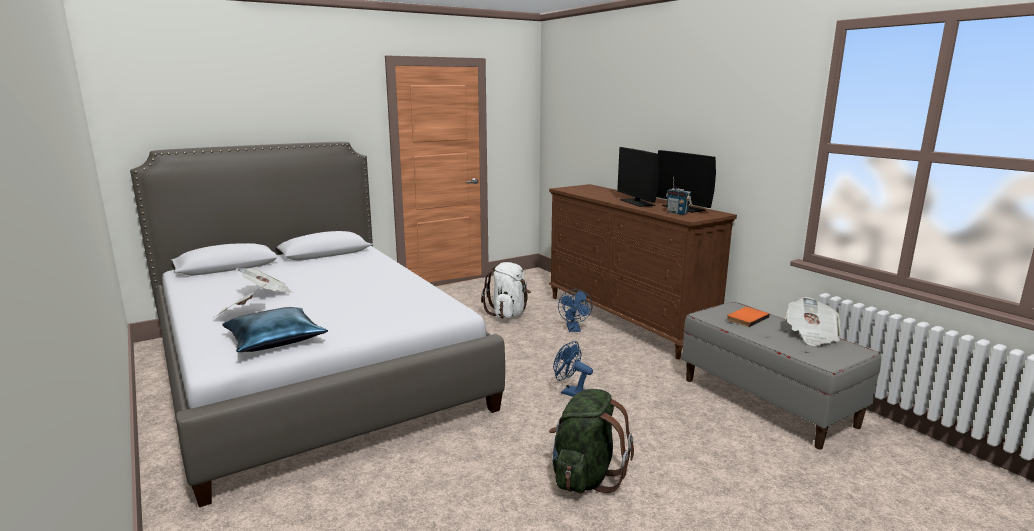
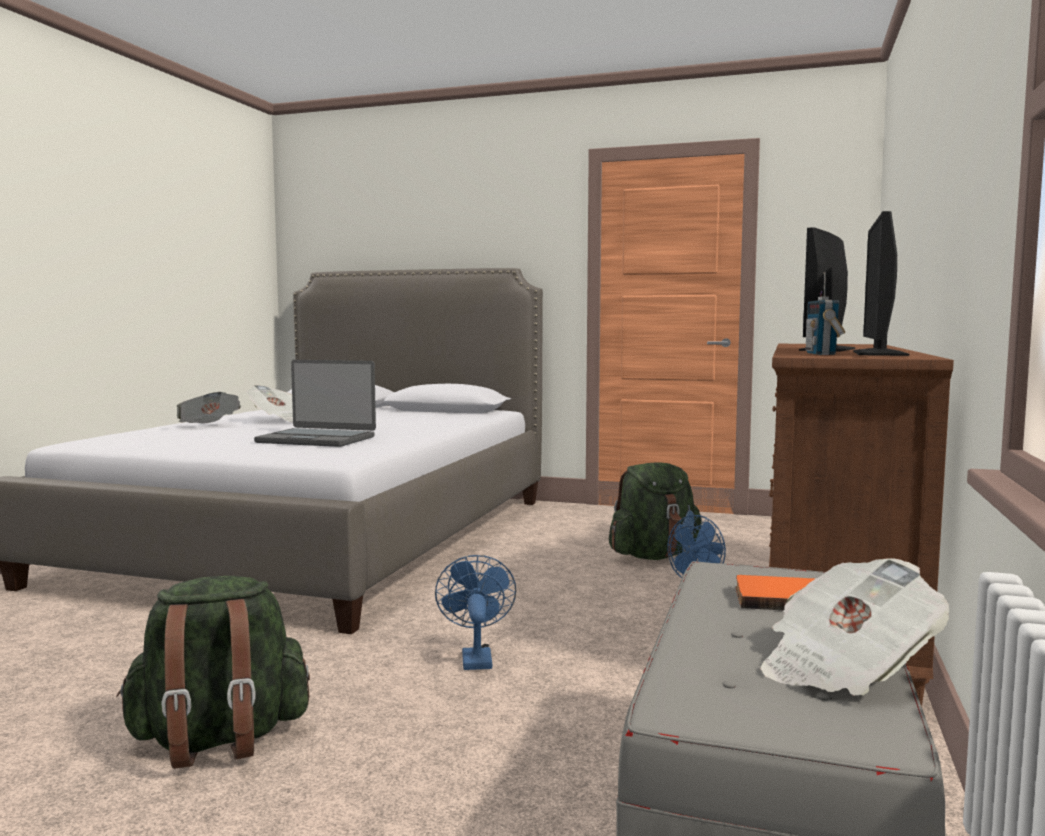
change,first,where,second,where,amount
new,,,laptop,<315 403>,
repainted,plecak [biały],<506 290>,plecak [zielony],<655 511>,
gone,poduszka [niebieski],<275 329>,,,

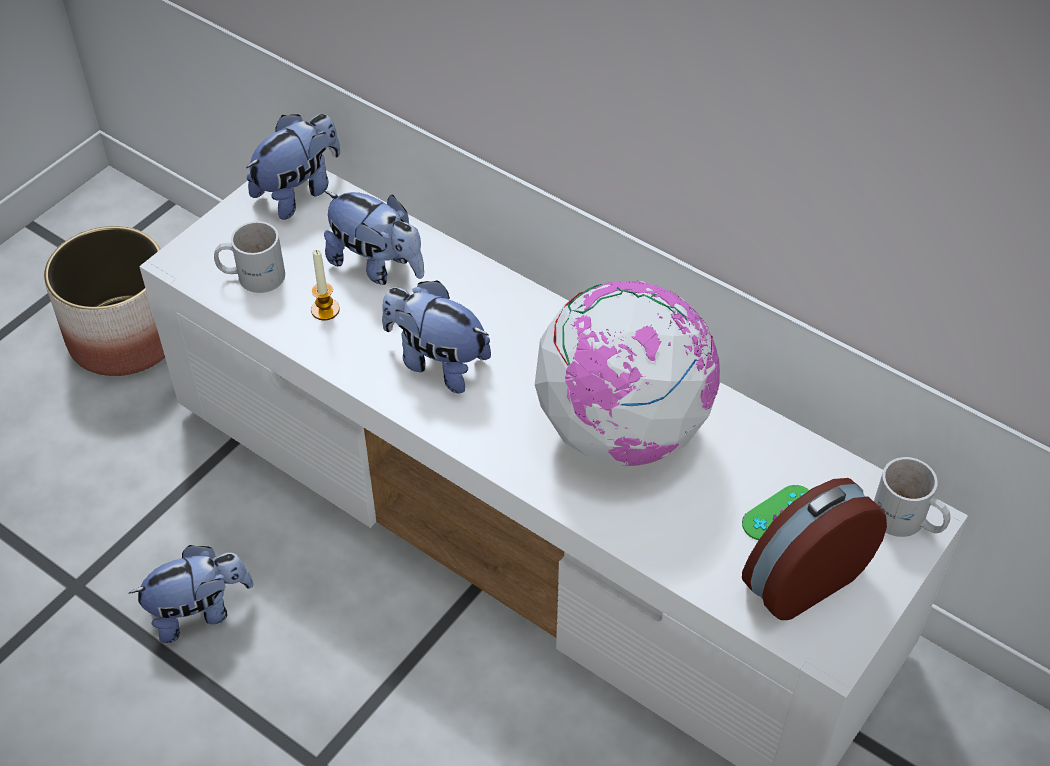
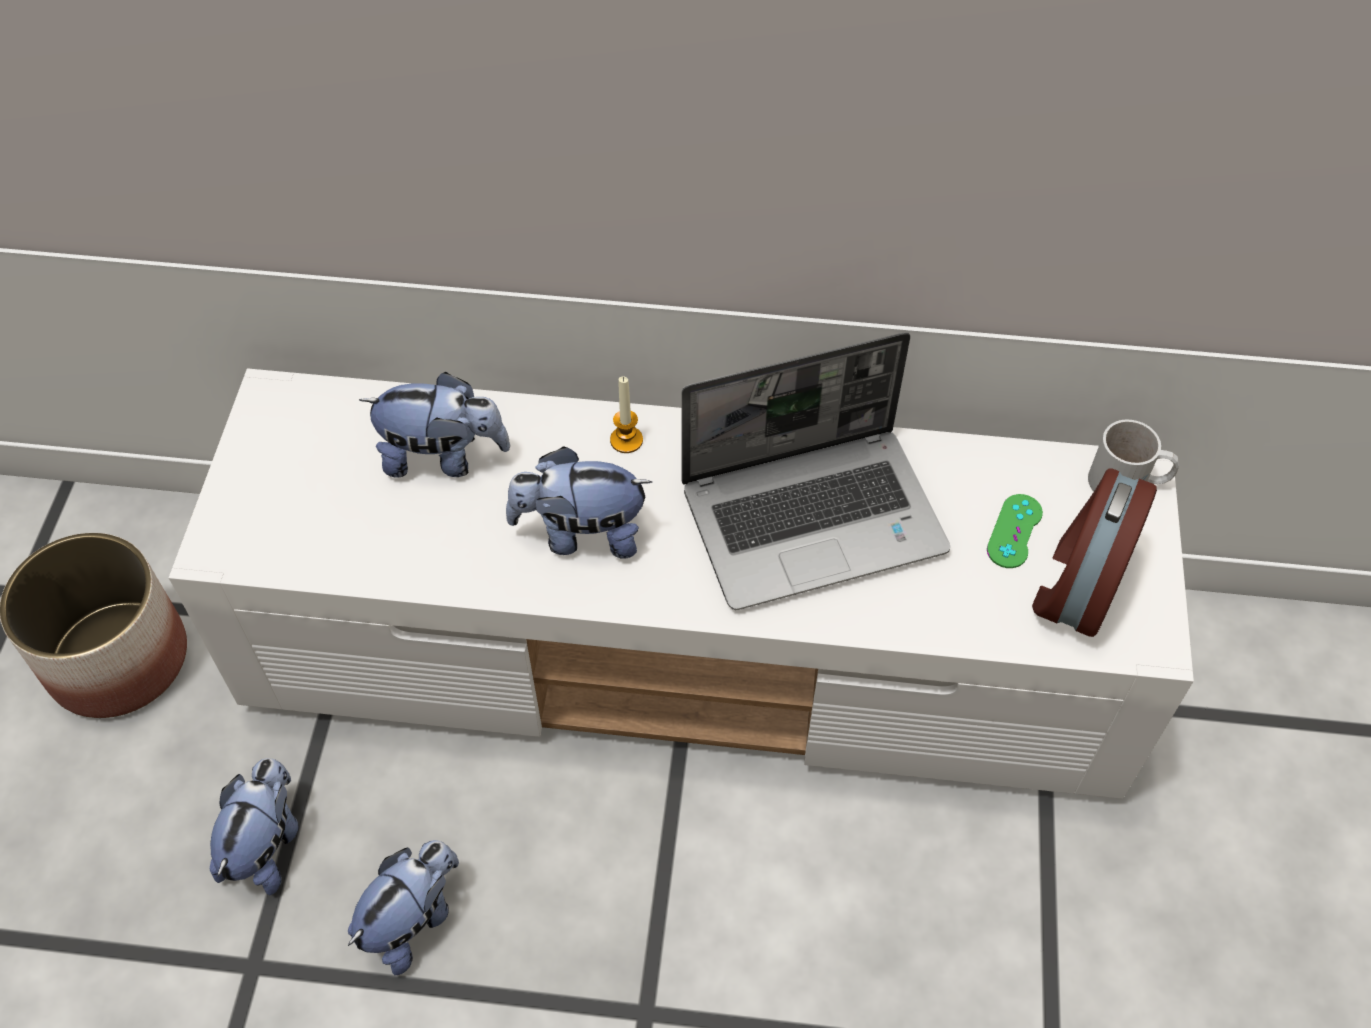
change,first,where,second,where,amount
shifted,pluszak,<293 167>,,<254 827>,
shifted,świeca,<325 285>,,<626 414>,
swapped,globus,<627 373>,laptop,<816 471>,
gone,kubek [biały],<249 257>,,,

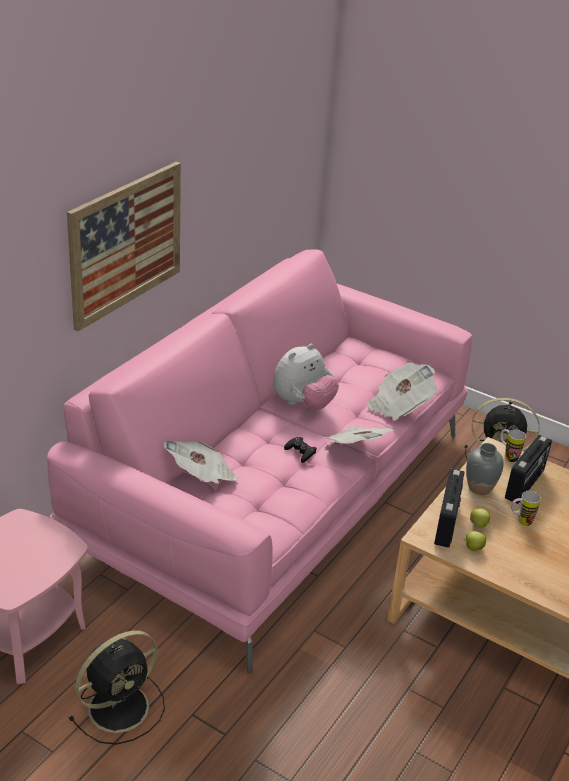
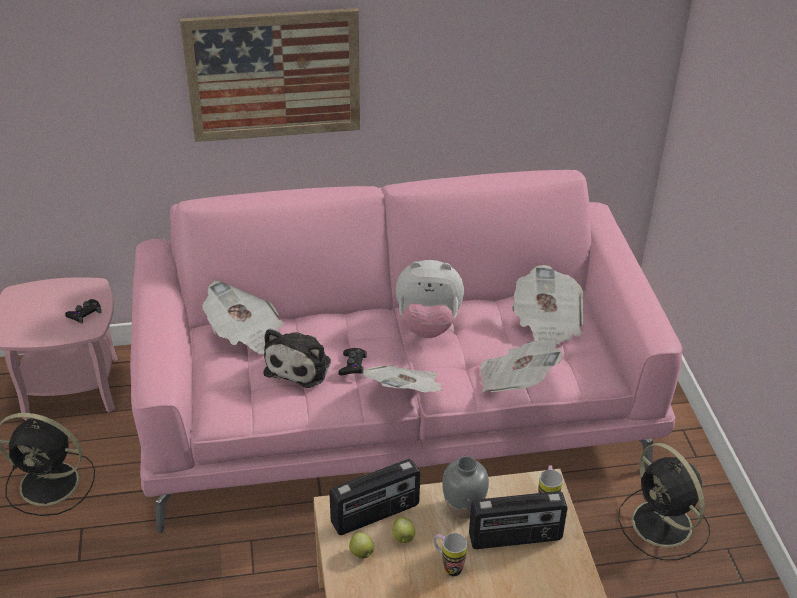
change,first,where,second,where,amount
new,,,pad do gier [czarny],<83 311>,
new,,,pluszak,<297 358>,
new,,,gazeta,<548 305>,

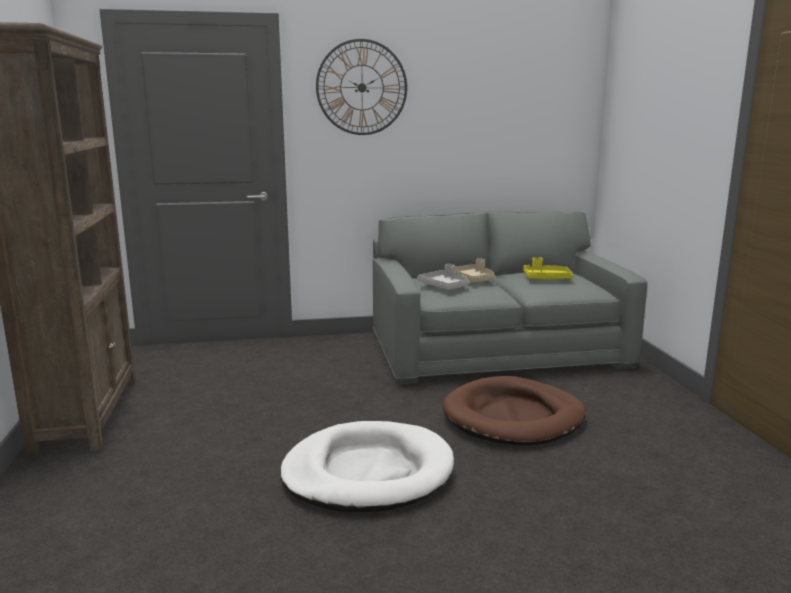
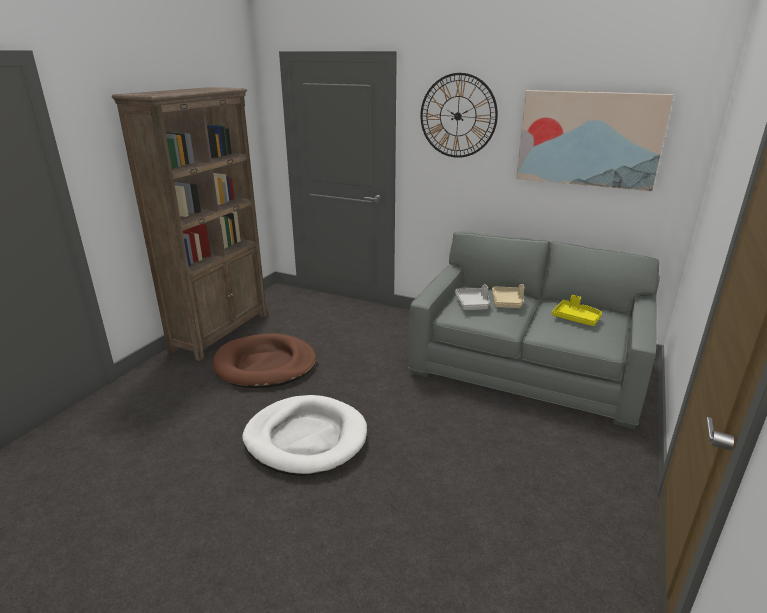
change,first,where,second,where,amount
shifted,legowisko [brązowy],<514 410>,,<265 360>,
new,,,obraz,<595 140>,

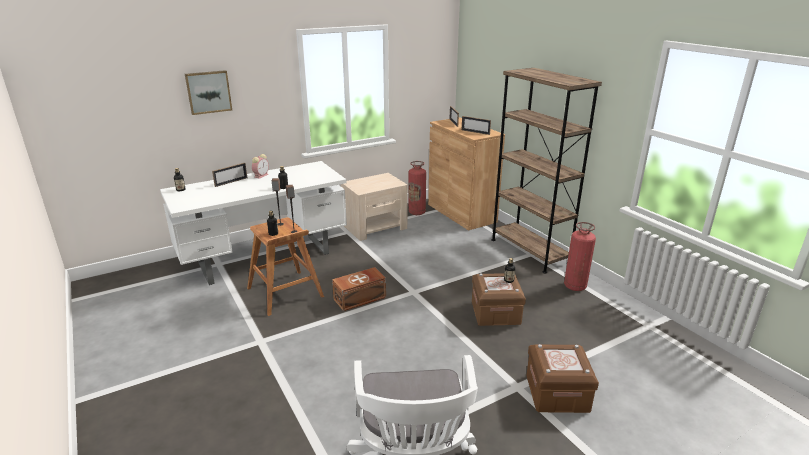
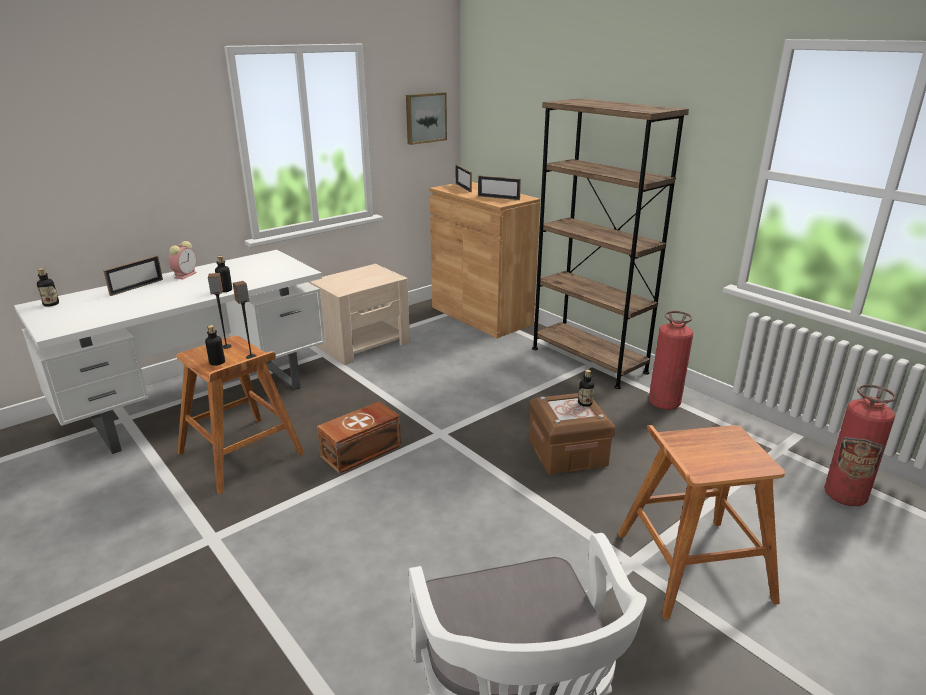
change,first,where,second,where,amount
shifted,obraz,<208 92>,,<426 118>,
swapped,pojemnik do przechowywania [brązowy],<562 378>,stołek [brązowy],<701 522>,
shifted,gaśnica,<417 188>,,<860 445>,

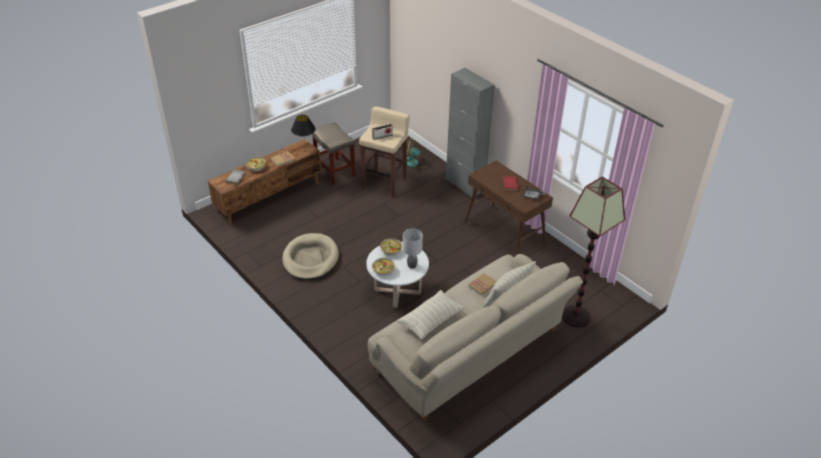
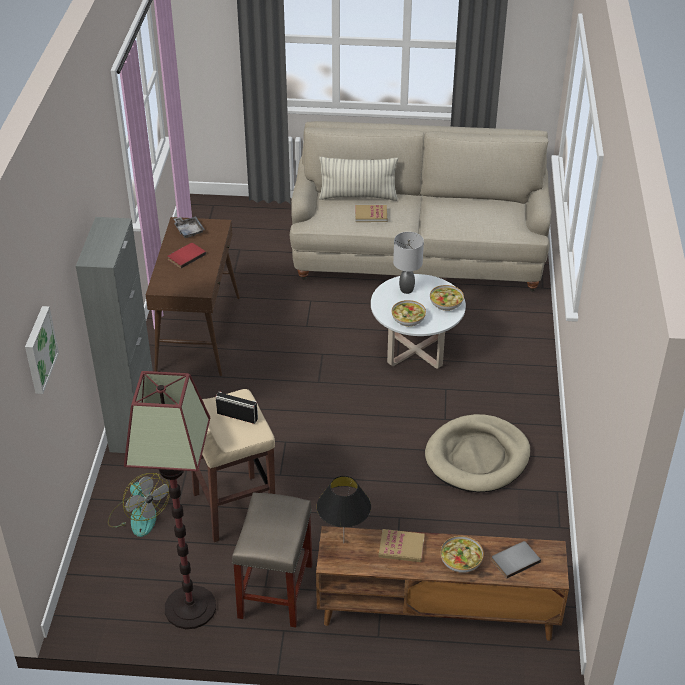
change,first,where,second,where,amount
new,,,obraz,<42 350>,
shifted,lampa stojąca,<593 252>,,<170 500>,
gone,poduszka,<431 315>,,,

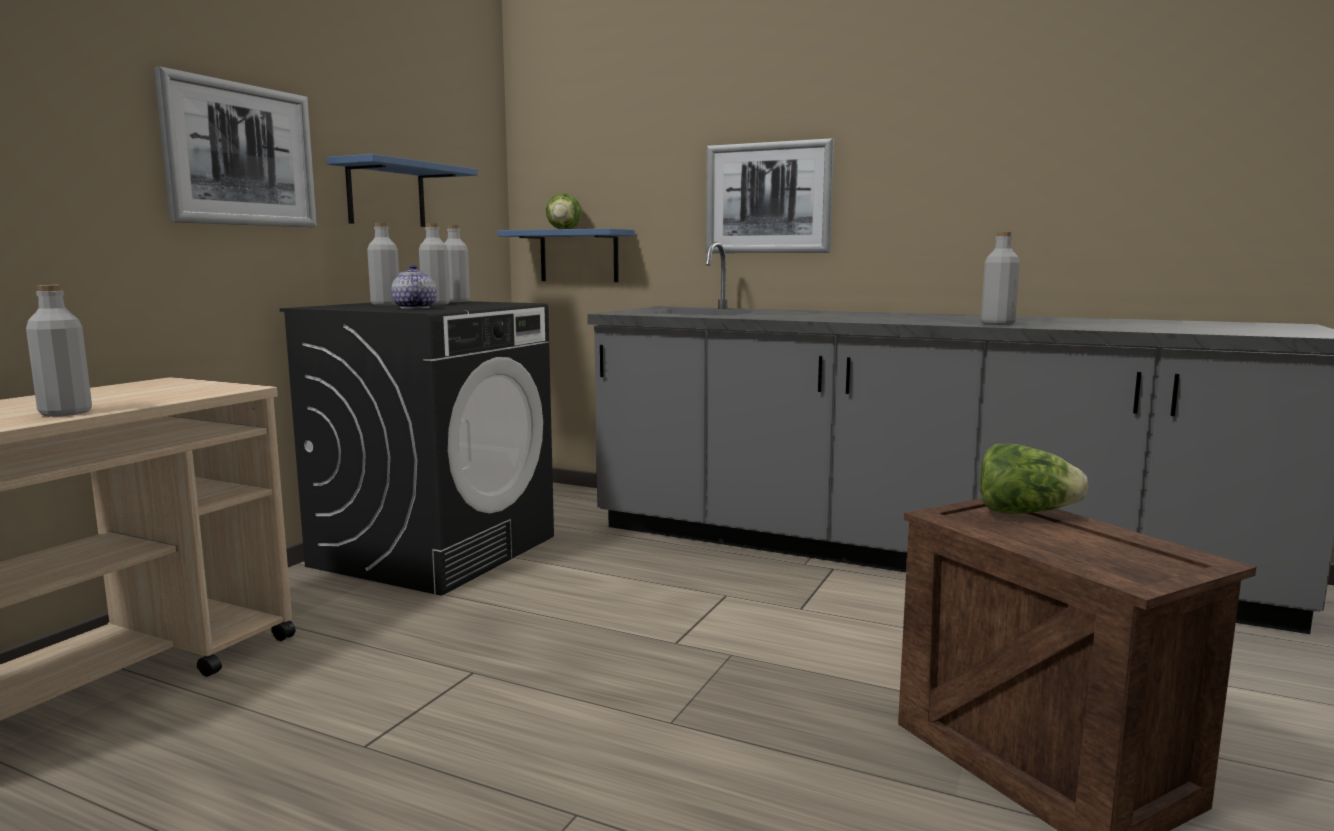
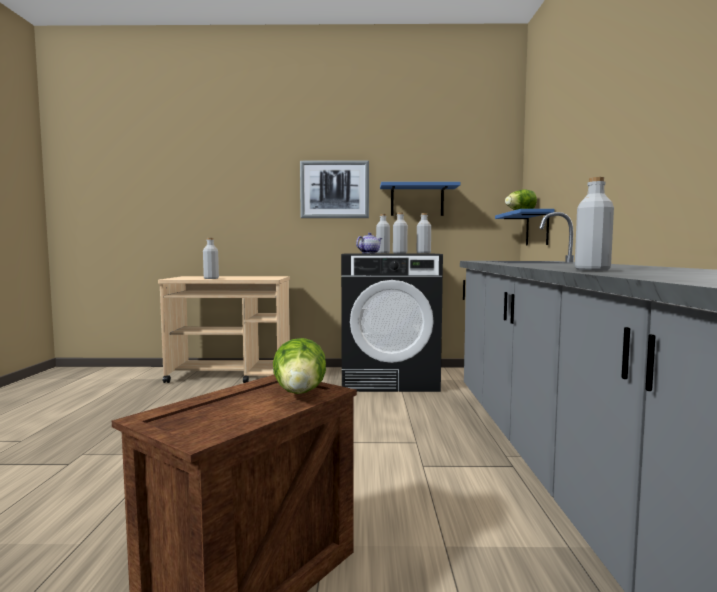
change,first,where,second,where,amount
gone,obraz,<770 195>,,,

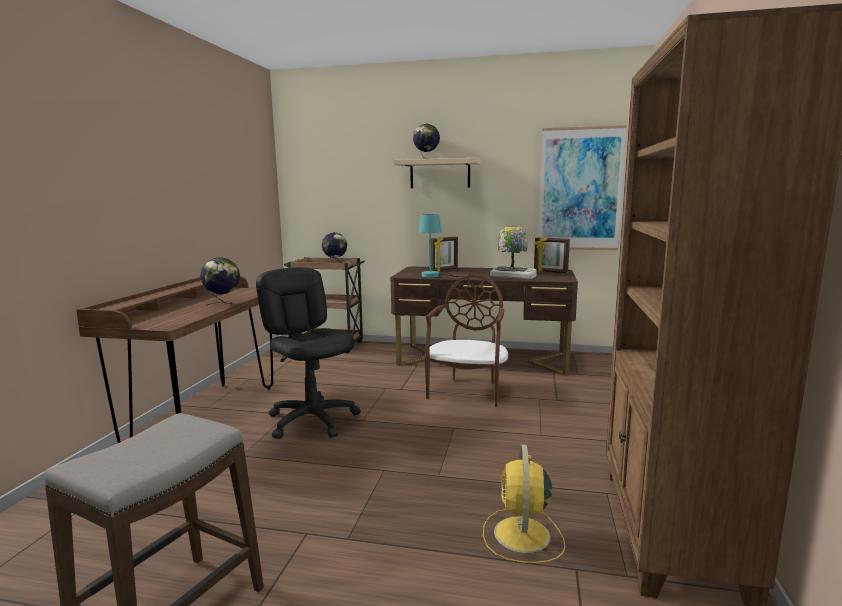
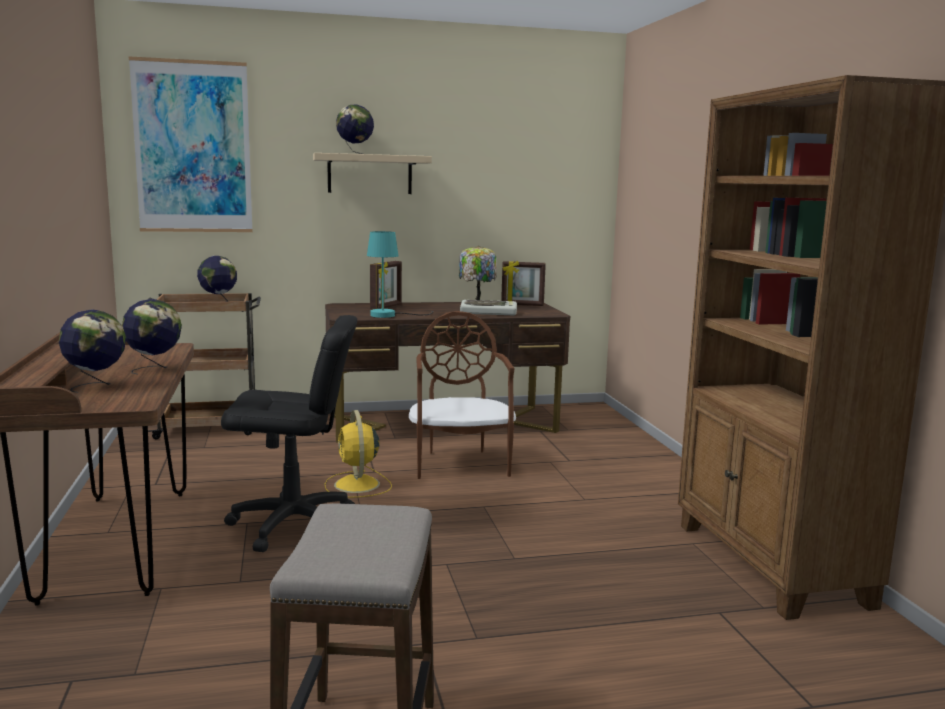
change,first,where,second,where,amount
new,,,globus,<92 351>,
shifted,obraz,<583 187>,,<190 144>,
rotated,krzesło biurowe [czarny],<308 353>,,<289 433>,150 degrees clockwise
shifted,wentylator [żółty],<524 503>,,<358 454>,

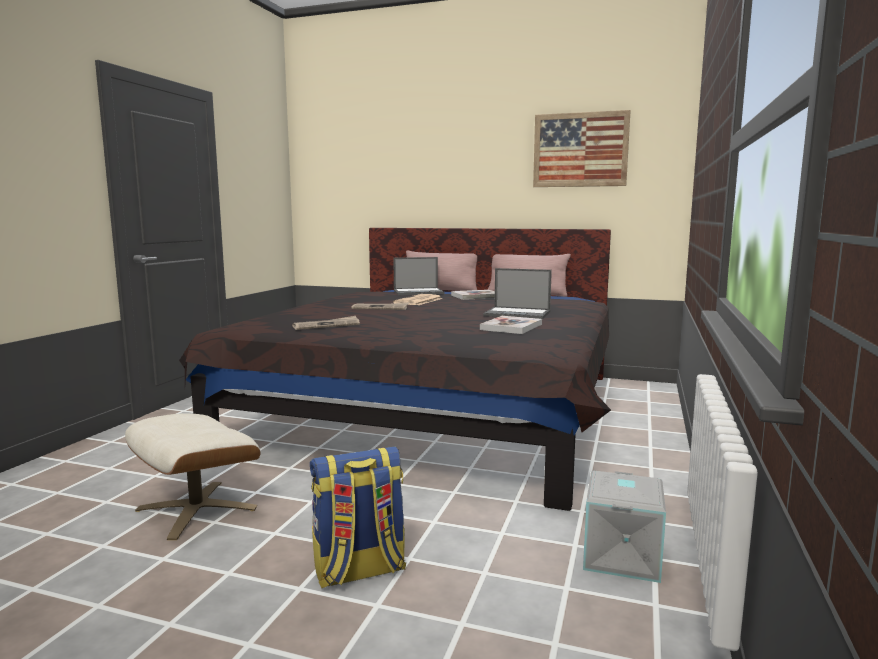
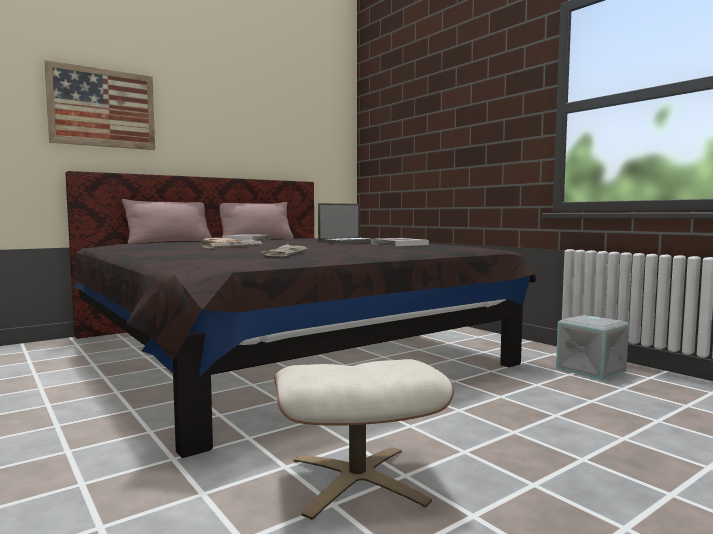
change,first,where,second,where,amount
shifted,obraz,<582 148>,,<99 105>,
gone,plecak,<358 517>,,,
gone,laptop,<418 276>,,,

